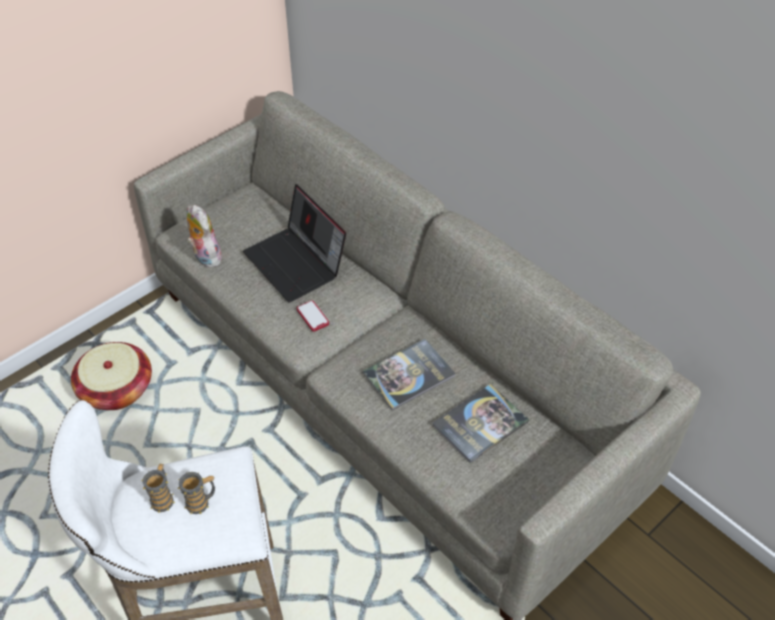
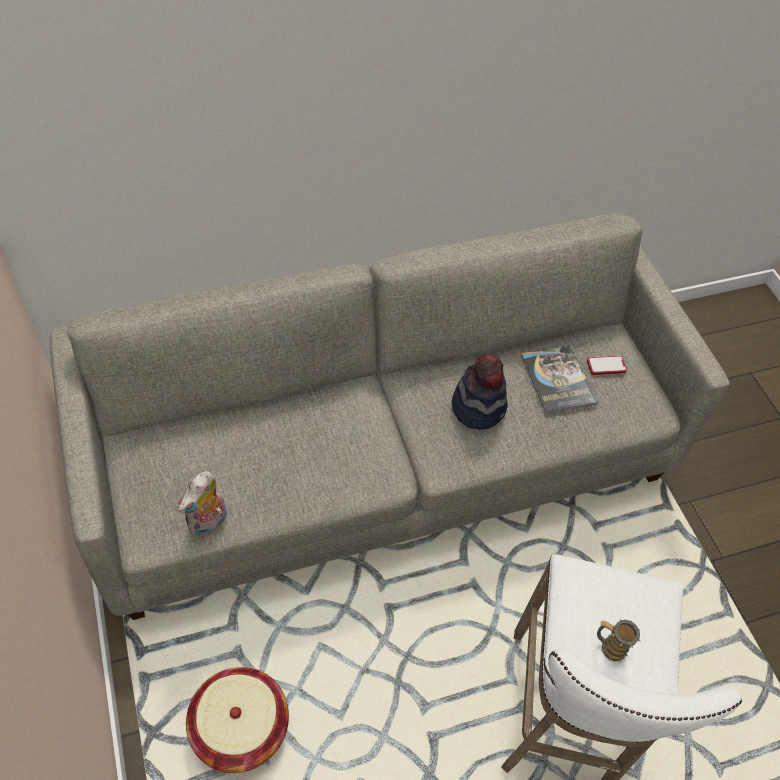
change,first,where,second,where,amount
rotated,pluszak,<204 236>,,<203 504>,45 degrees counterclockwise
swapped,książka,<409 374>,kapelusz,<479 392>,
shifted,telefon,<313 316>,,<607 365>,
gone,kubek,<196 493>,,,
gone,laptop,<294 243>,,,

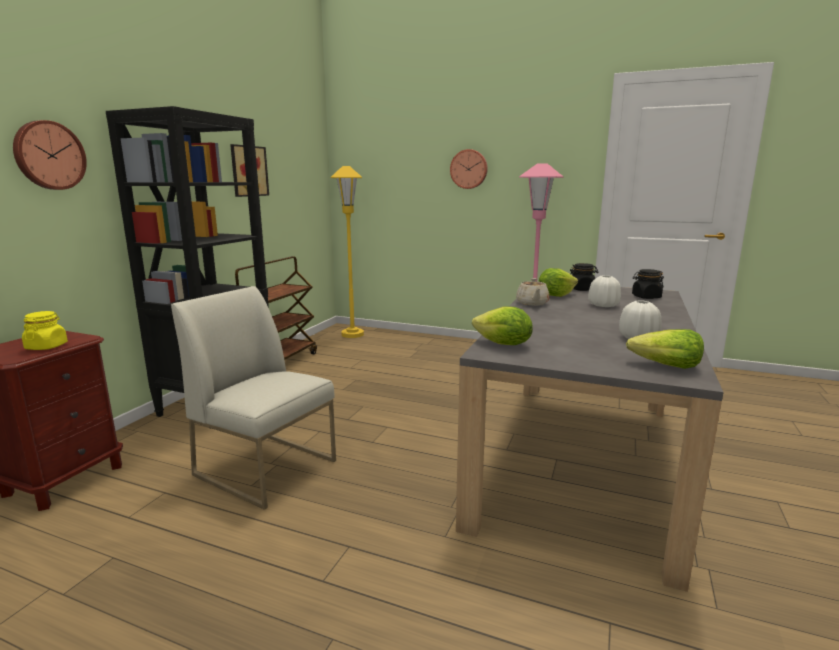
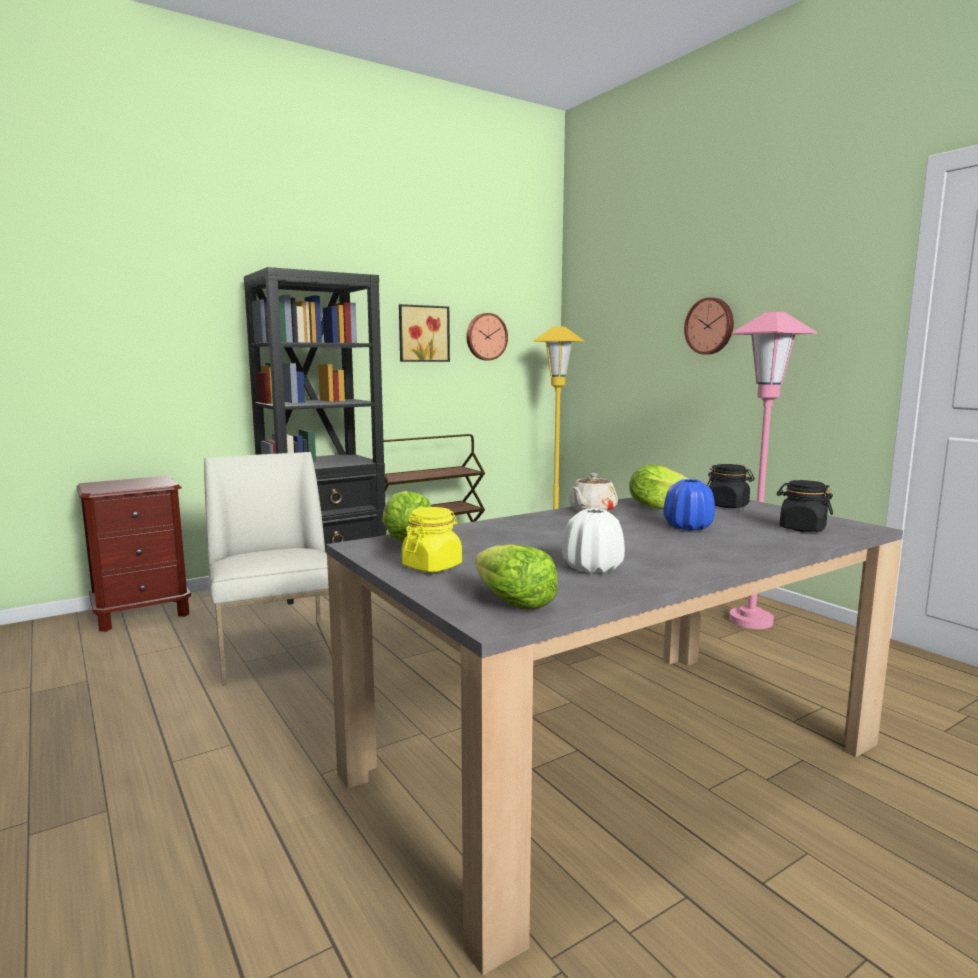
change,first,where,second,where,amount
shifted,słoik [żółty],<45 330>,,<432 539>,
shifted,zegar ścienny,<50 155>,,<487 336>,
repainted,wazon [biały],<604 291>,wazon [niebieski],<689 504>,

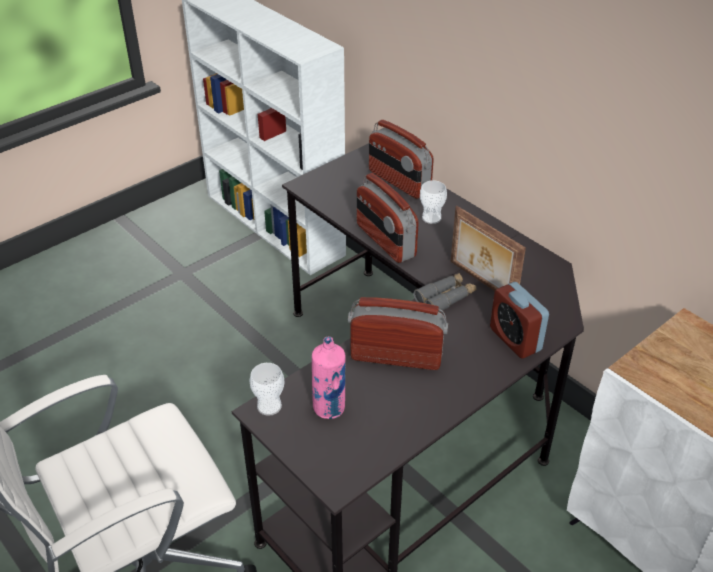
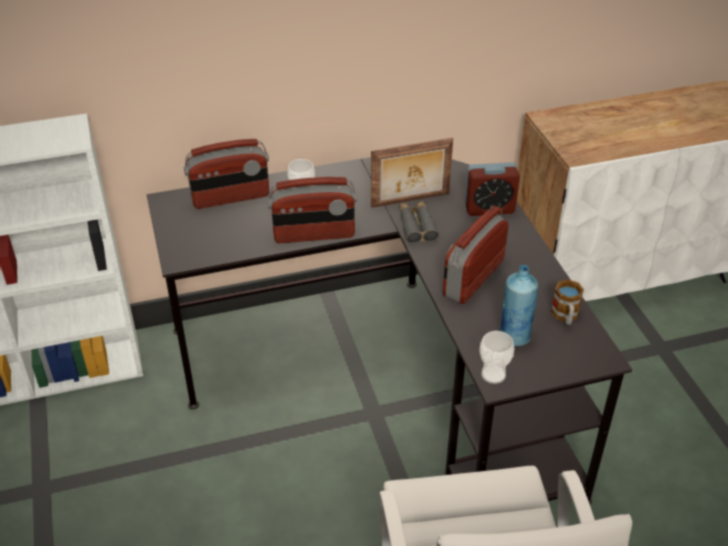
change,first,where,second,where,amount
repainted,butelka [różowy],<328 378>,butelka [niebieski],<519 305>,
new,,,kubek,<567 302>,

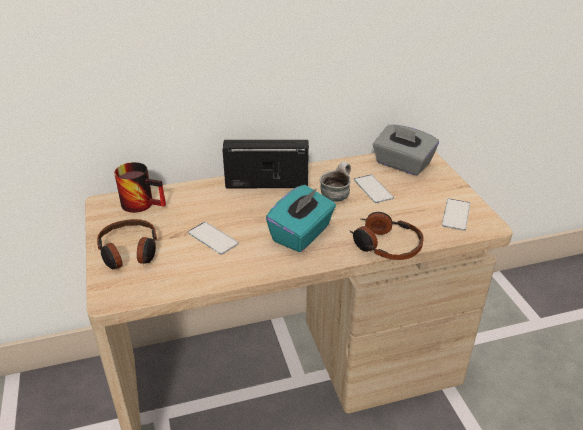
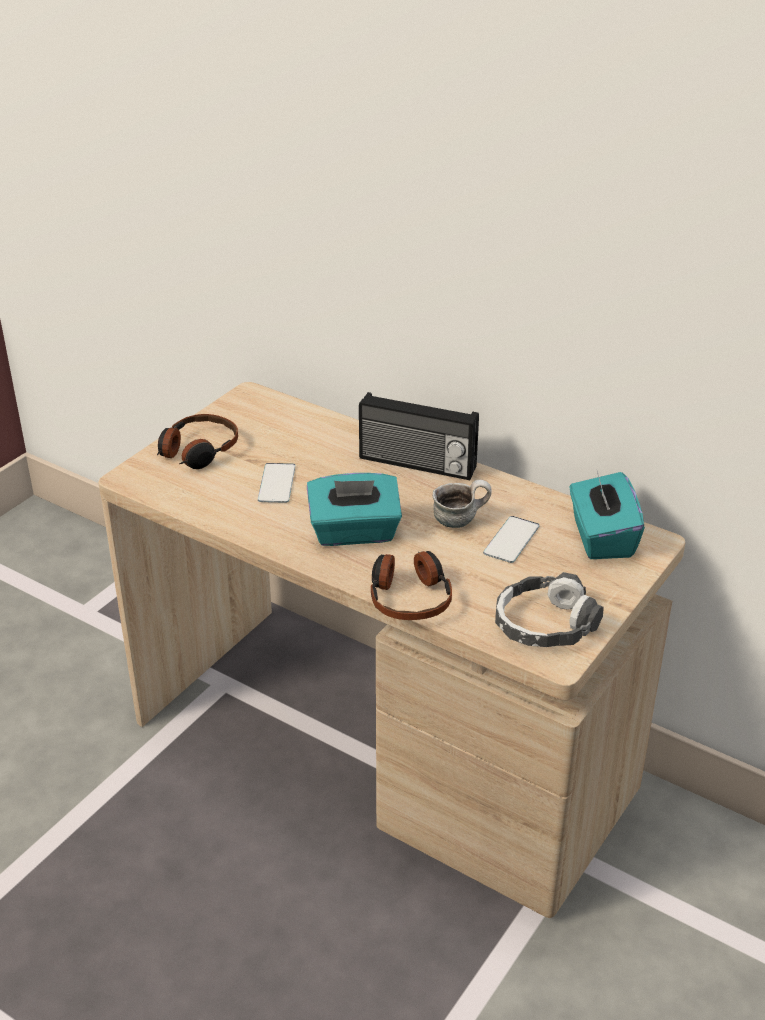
change,first,where,second,where,amount
rotated,radio,<266 164>,,<419 436>,150 degrees clockwise
swapped,telefon,<456 214>,słuchawki,<549 609>,
repainted,pudełko chusteczek [szary],<406 150>,pudełko chusteczek [turkusowy],<607 515>,
gone,kubek,<140 187>,,,

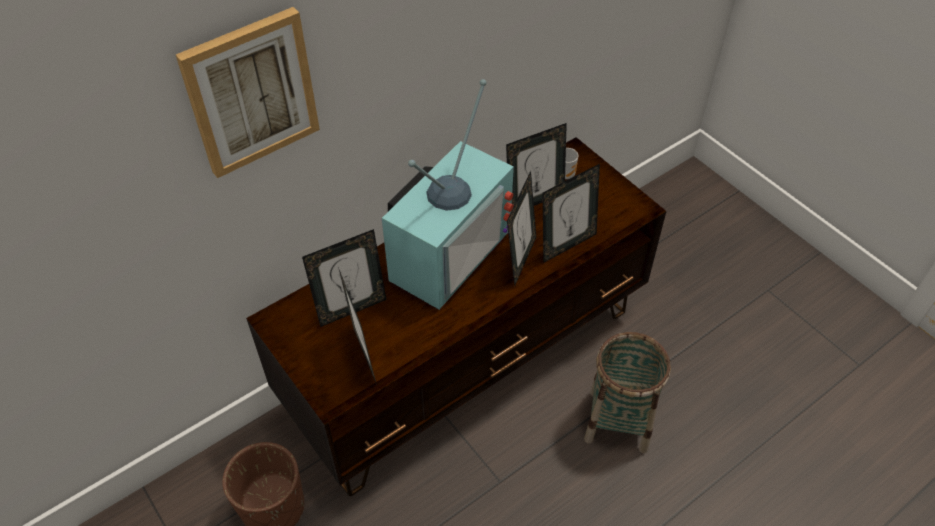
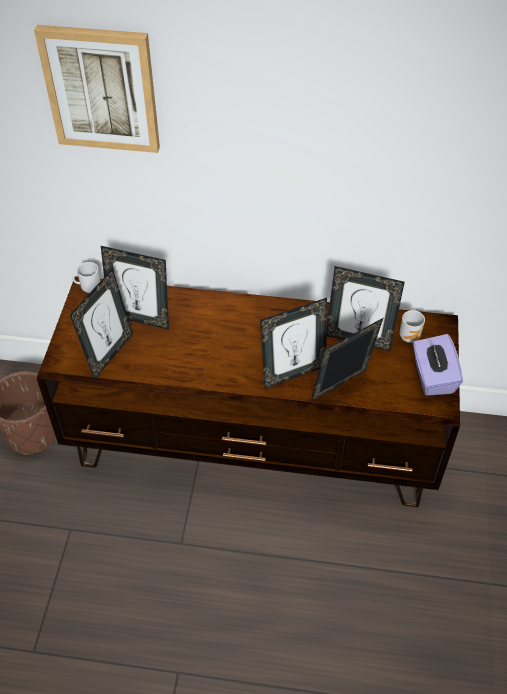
change,first,where,second,where,amount
new,,,kubek,<86 277>,
rotated,ramka na zdjęcie,<571 213>,,<347 359>,135 degrees clockwise
new,,,pudełko chusteczek [fioletowy],<438 365>,
gone,telewizor,<448 194>,,,
gone,koszyk,<627 392>,,,

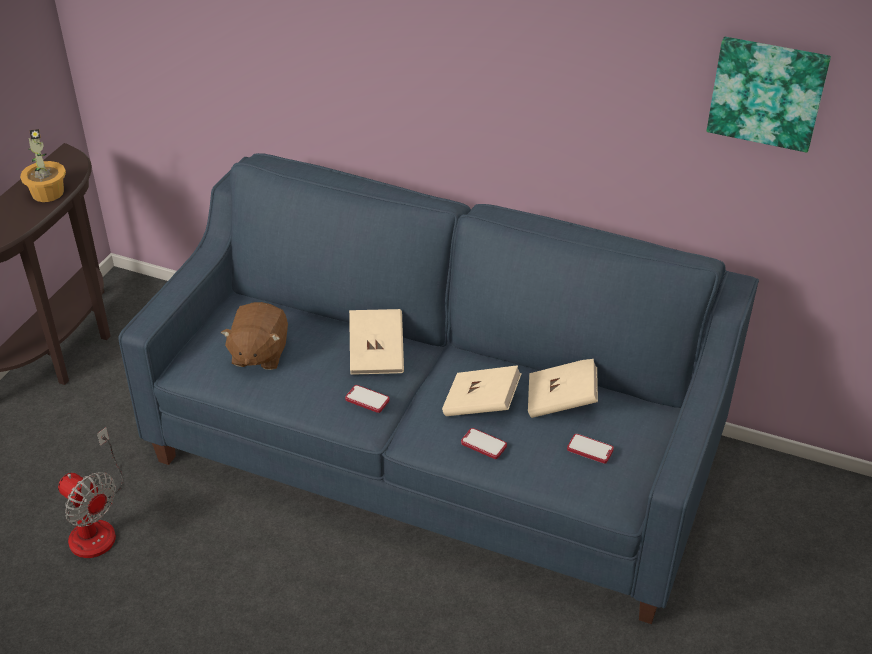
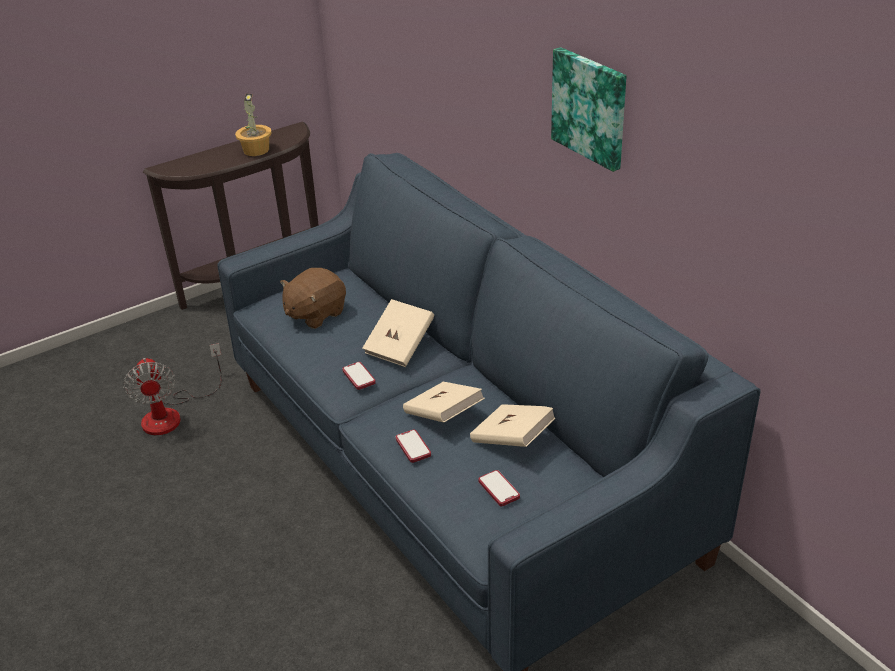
change,first,where,second,where,amount
shifted,obraz,<769 95>,,<588 109>,

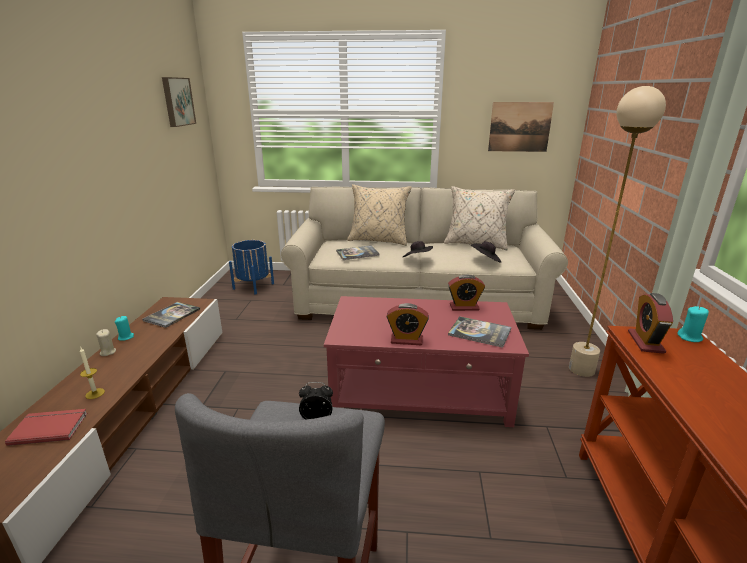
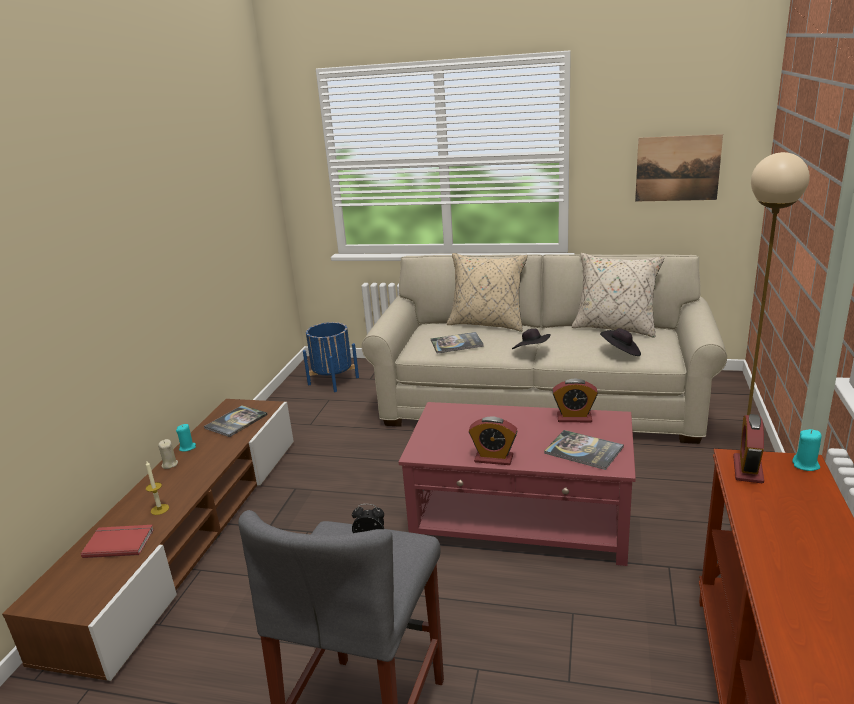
change,first,where,second,where,amount
gone,obraz,<179 102>,,,

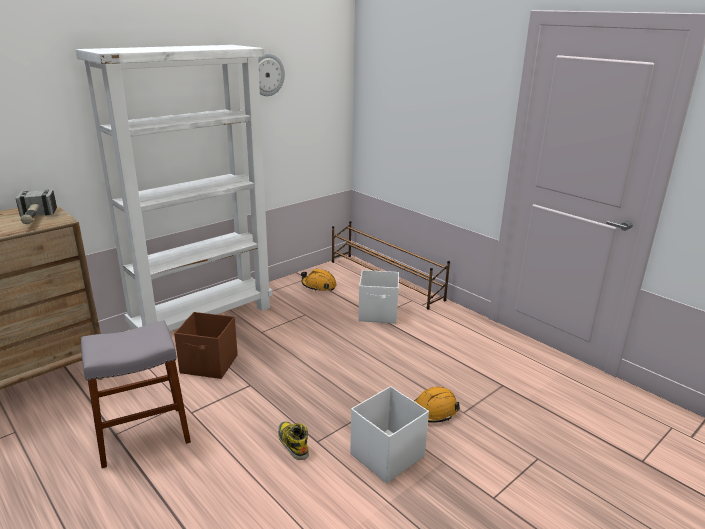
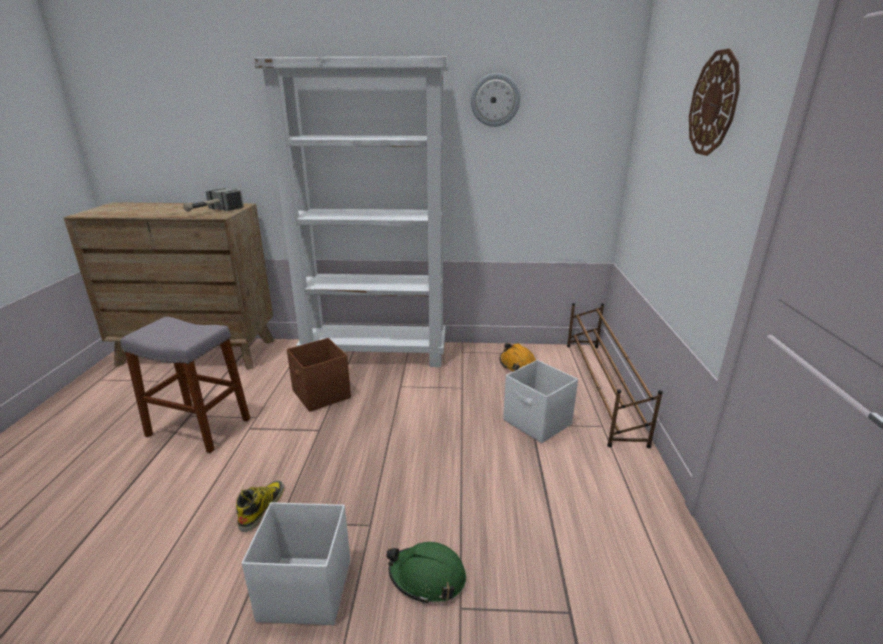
change,first,where,second,where,amount
repainted,kask [pomarańczowy],<437 405>,kask [zielony],<426 573>,
new,,,zegar ścienny,<714 102>,

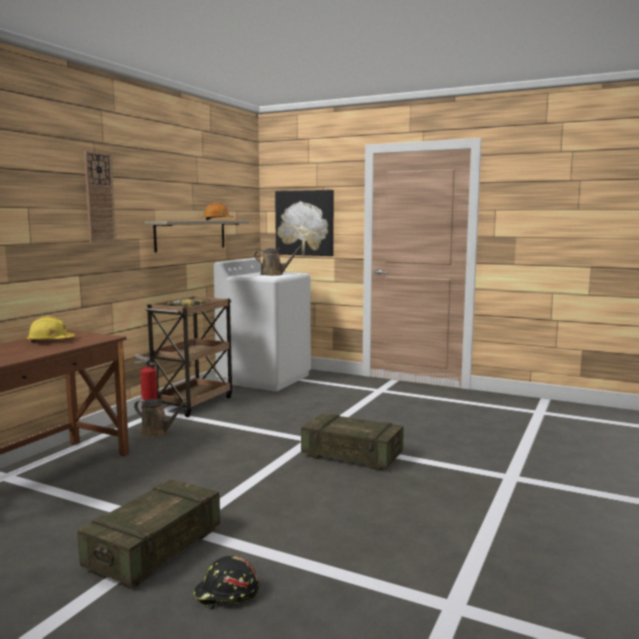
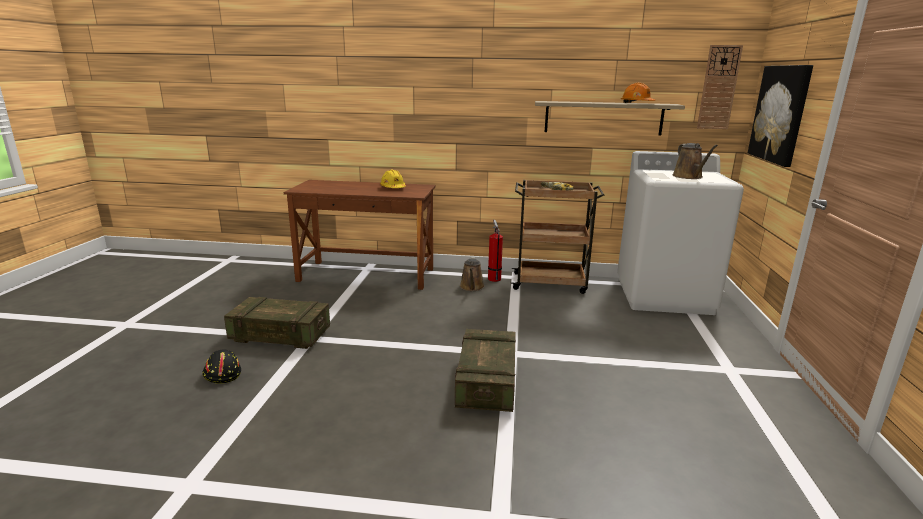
change,first,where,second,where,amount
shifted,zegar ścienny,<100 197>,,<720 87>,

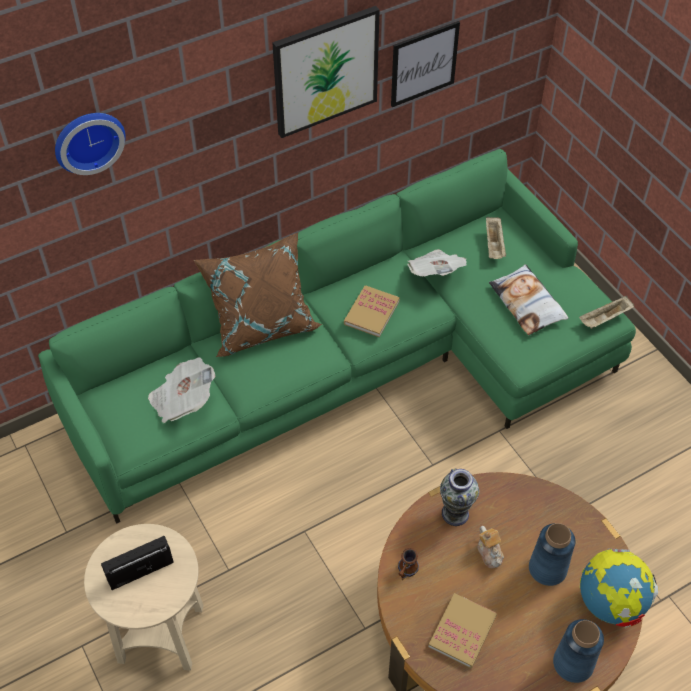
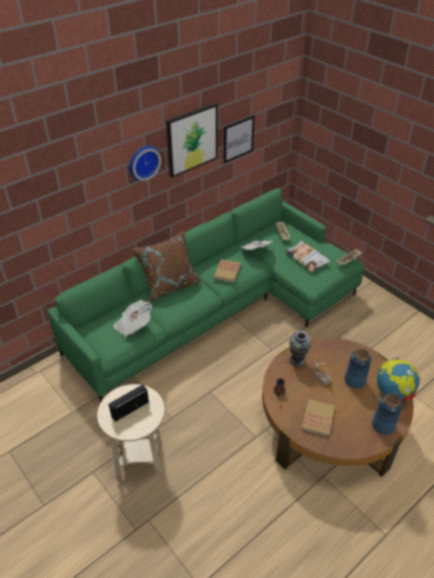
change,first,where,second,where,amount
shifted,zegar ścienny,<90 144>,,<145 163>,

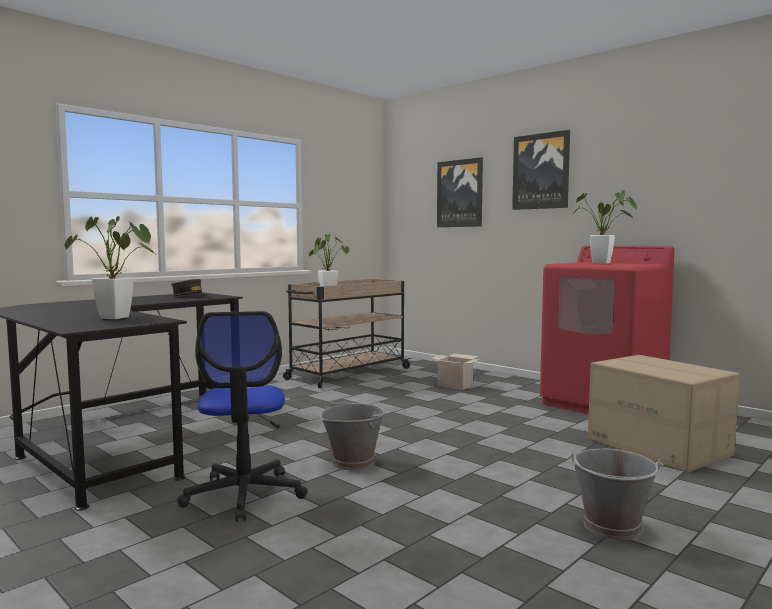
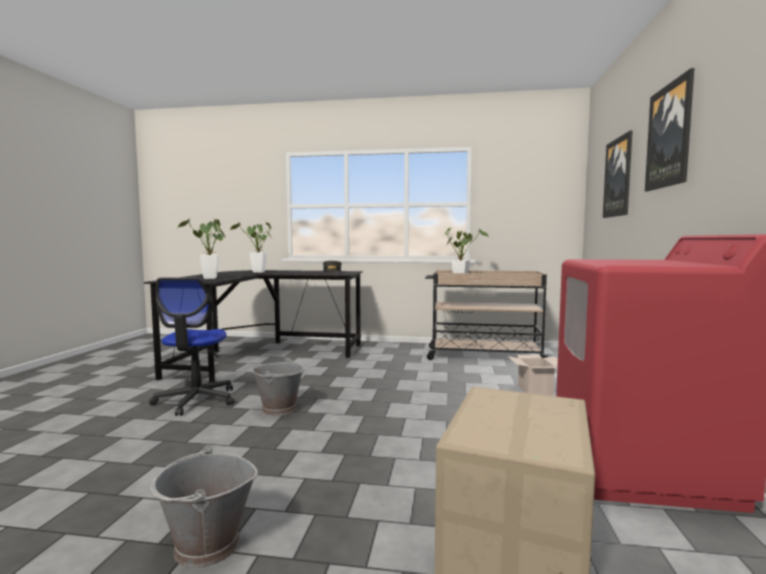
change,first,where,second,where,amount
rotated,krzesło biurowe,<242 416>,,<192 346>,45 degrees counterclockwise
shifted,roślina doniczkowa,<605 227>,,<250 247>,

